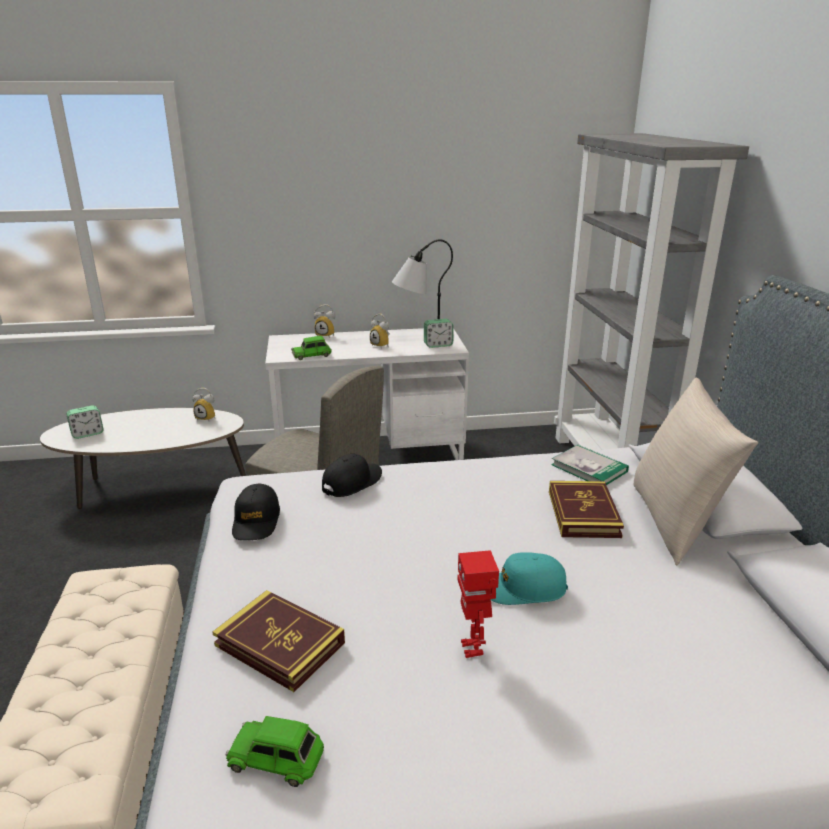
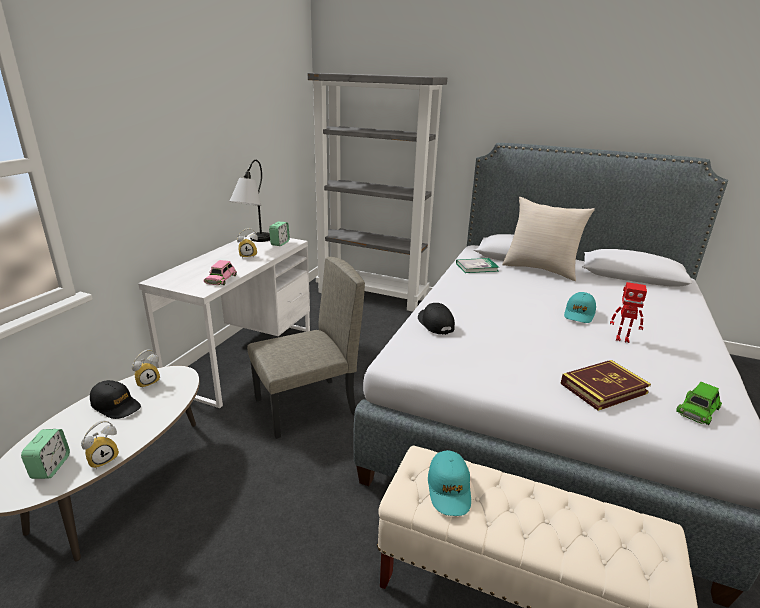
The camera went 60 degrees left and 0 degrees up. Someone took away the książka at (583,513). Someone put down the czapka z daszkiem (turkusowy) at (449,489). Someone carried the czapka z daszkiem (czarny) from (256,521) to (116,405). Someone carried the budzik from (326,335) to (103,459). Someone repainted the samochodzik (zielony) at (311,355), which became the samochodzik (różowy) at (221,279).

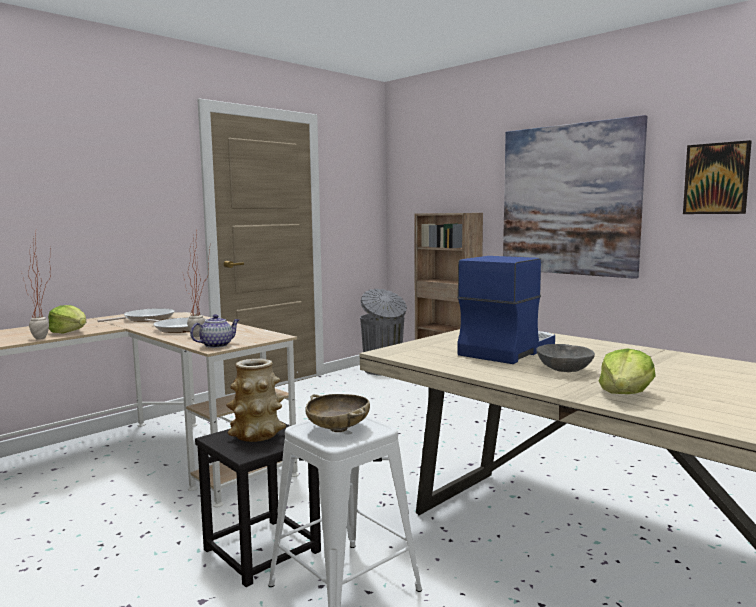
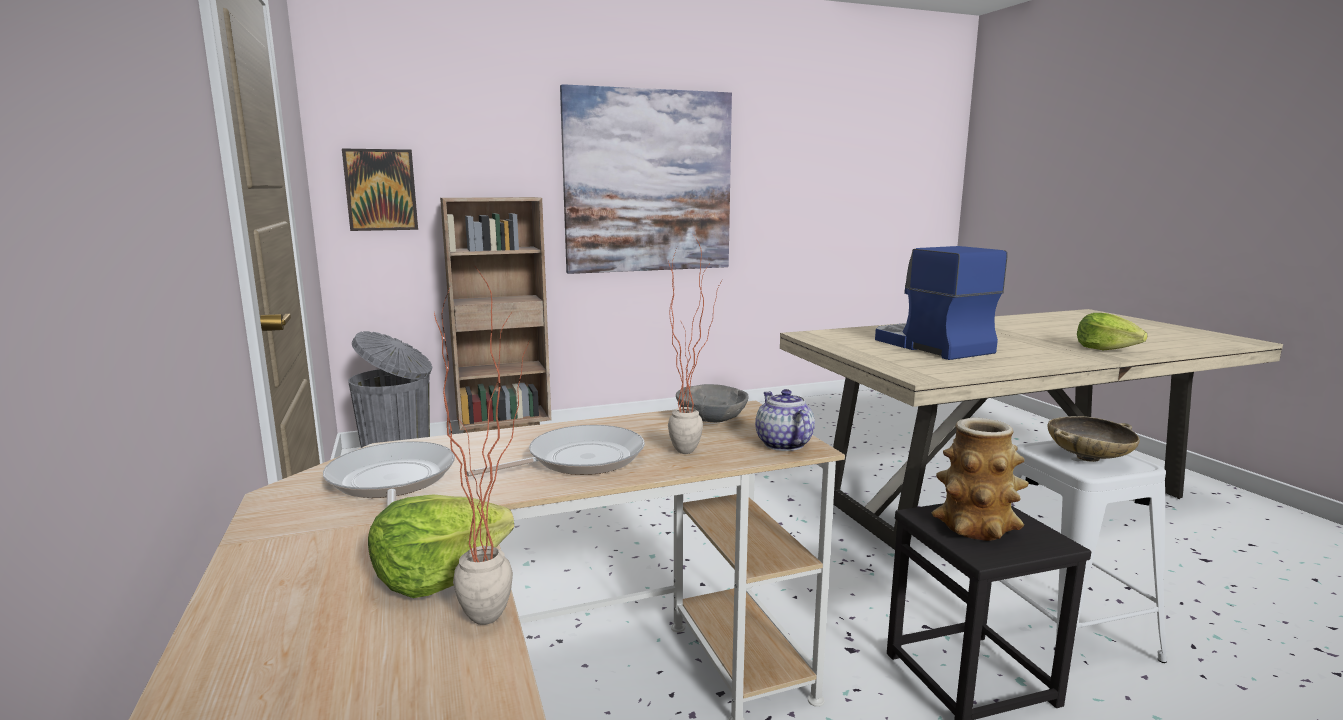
The camera went 65 degrees left and 5 degrees up. Someone carried the miska (szary) from (563,370) to (710,419). Someone carried the obraz from (716,178) to (381,190).

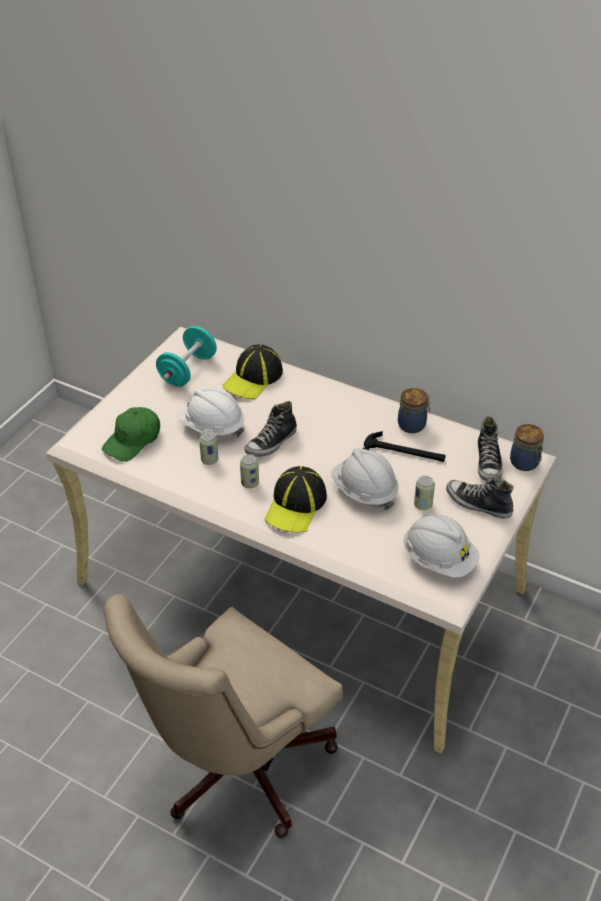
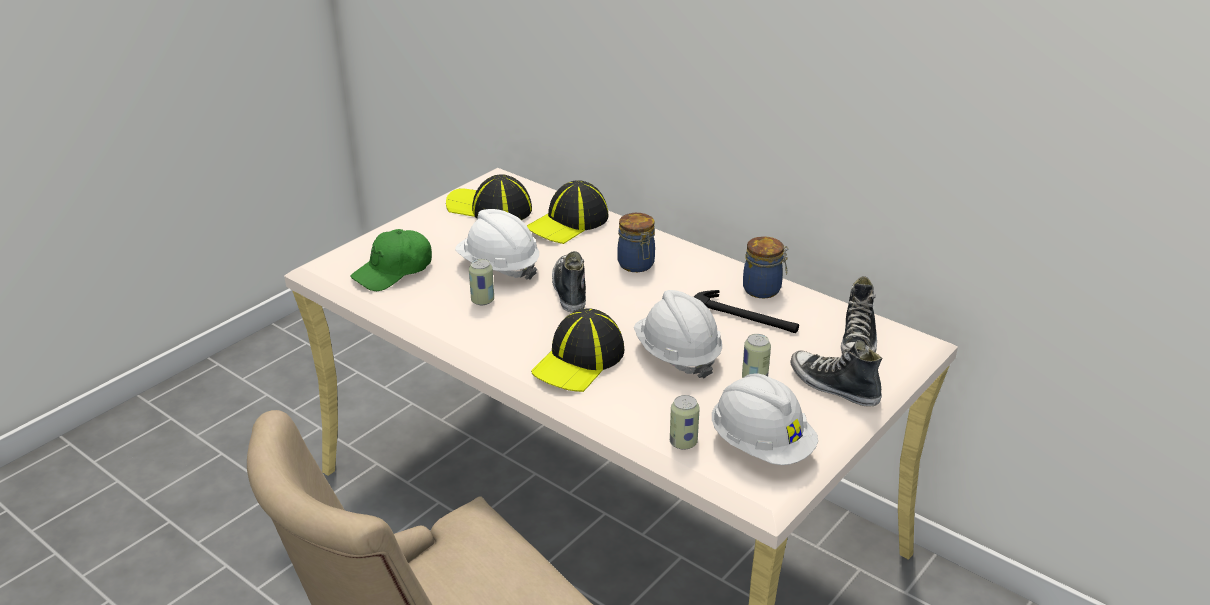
The camera went 10 degrees right and 10 degrees down. Someone carried the puszka from (250,483) to (683,443). Someone carried the słoik from (525,463) to (636,265). Someone swapped the hantel (turkusowy) at (188,370) for the czapka z daszkiem at (489,208). Someone rotated the but at (271,443) by 120 degrees clockwise.

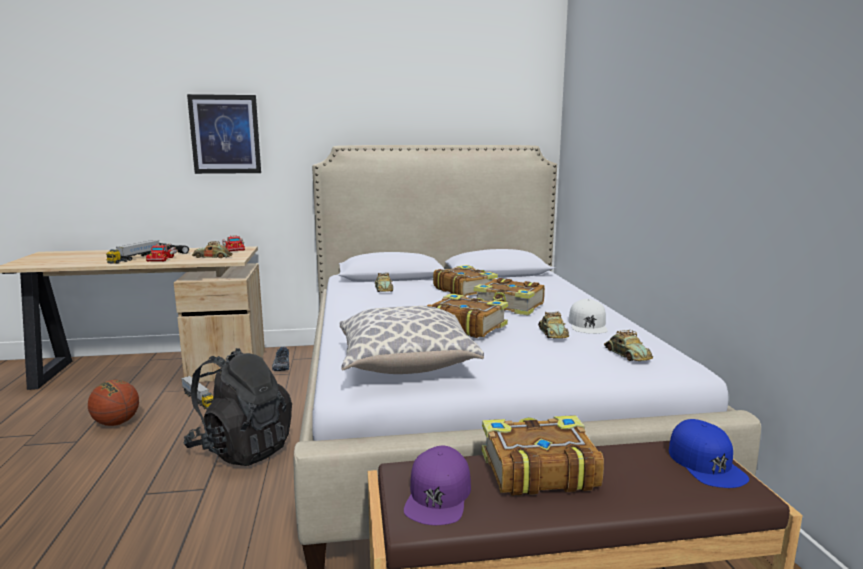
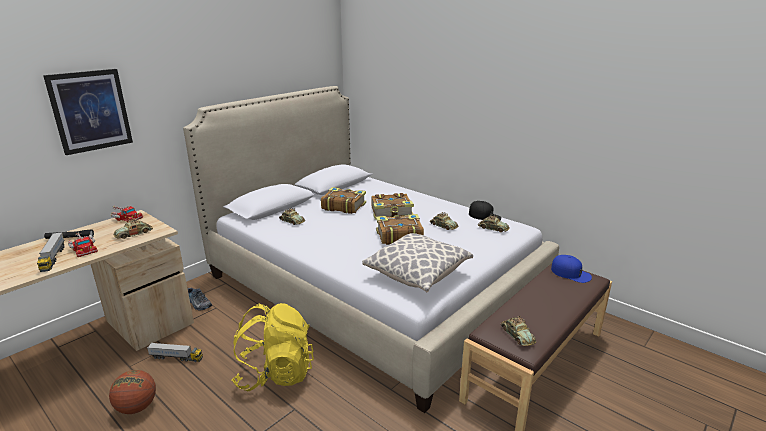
The camera went 40 degrees left and 10 degrees up. Someone took away the książka at (537,469). Someone took away the czapka z daszkiem (biały) at (588,324). Someone put down the czapka z daszkiem (czarny) at (484,216). Someone swapped the czapka z daszkiem (fioletowy) at (438,495) for the samochodzik at (517,335). Someone repainted the plecak (czarny) at (242,449), which became the plecak (żółty) at (275,374).

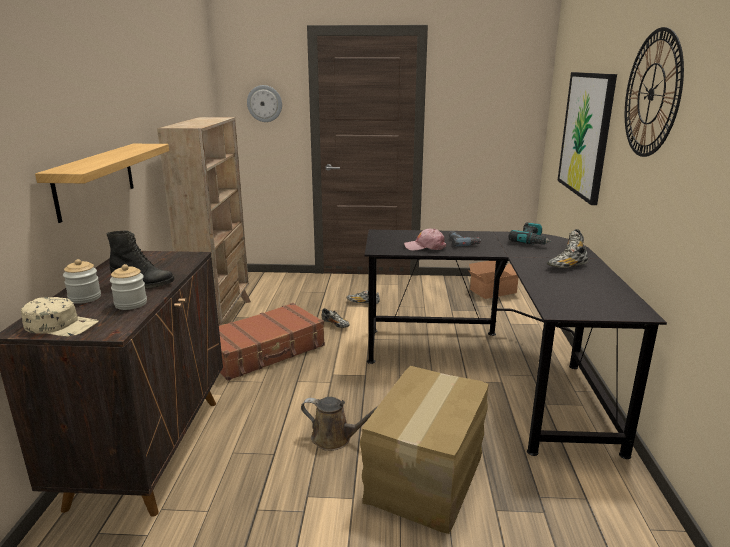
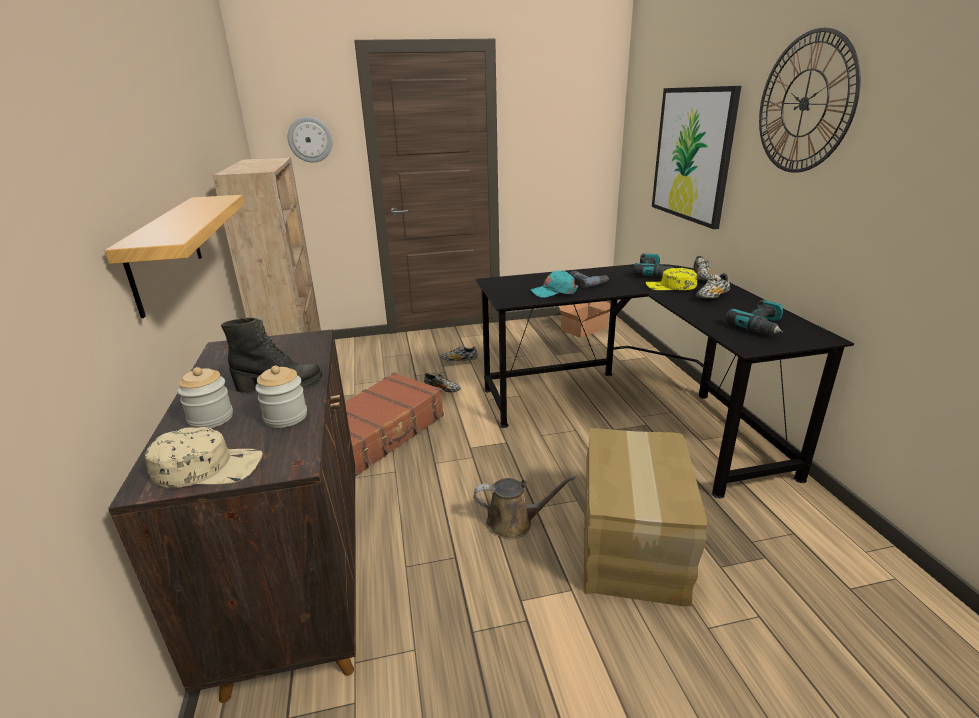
The camera went 15 degrees left and 5 degrees up. Someone put down the czapka z daszkiem (żółty) at (670,286). Someone put down the wiertarka at (760,326). Someone repainted the czapka z daszkiem (różowy) at (425,247), which became the czapka z daszkiem (turkusowy) at (554,291).

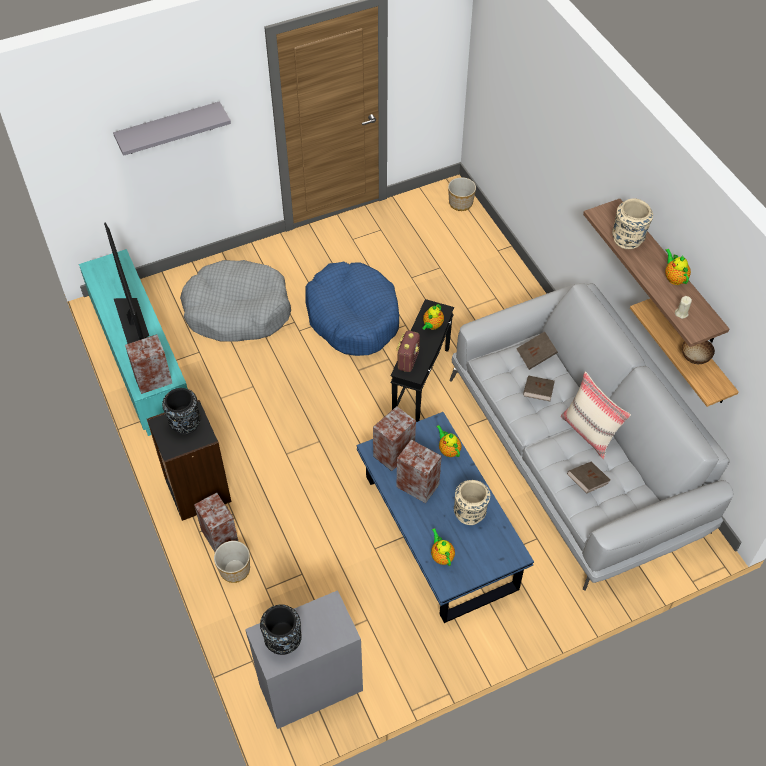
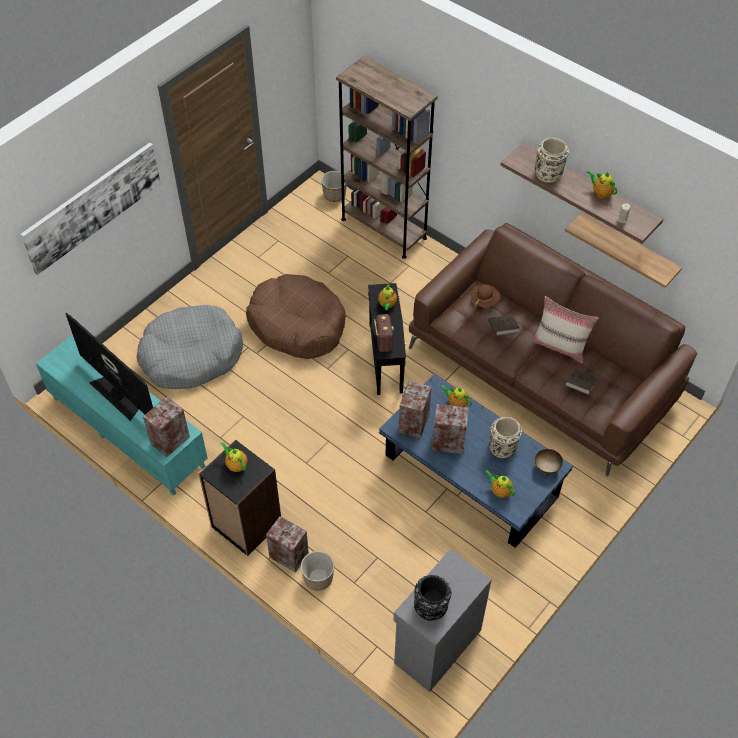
The camera went 25 degrees left and 0 degrees up. Someone put down the regał (brązowy) at (383,228). Someone carried the miska from (695,357) to (547,466). Someone swapped the półka (szary) at (169,128) for the obraz at (92,206). Someone swapped the wazon (czarny) at (185,424) for the imbryk at (236,465). Someone swapped the książka (brązowy) at (536,356) for the kapelusz (brązowy) at (484,300). Someone repainted the legowisko (niebieski) at (353,317), which became the legowisko (brązowy) at (297,325). Someone repainted the kanapa (szary) at (576,455), which became the kanapa (brązowy) at (543,371).

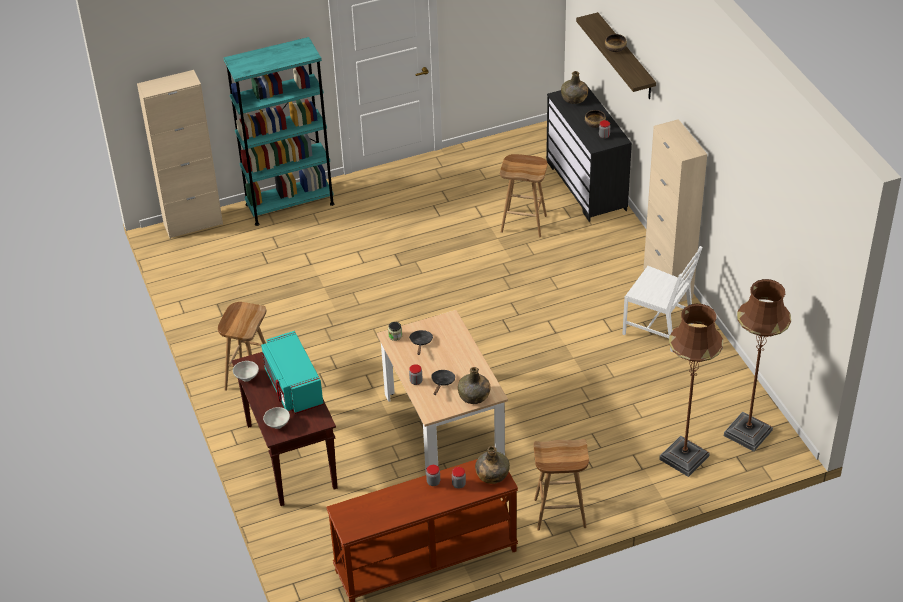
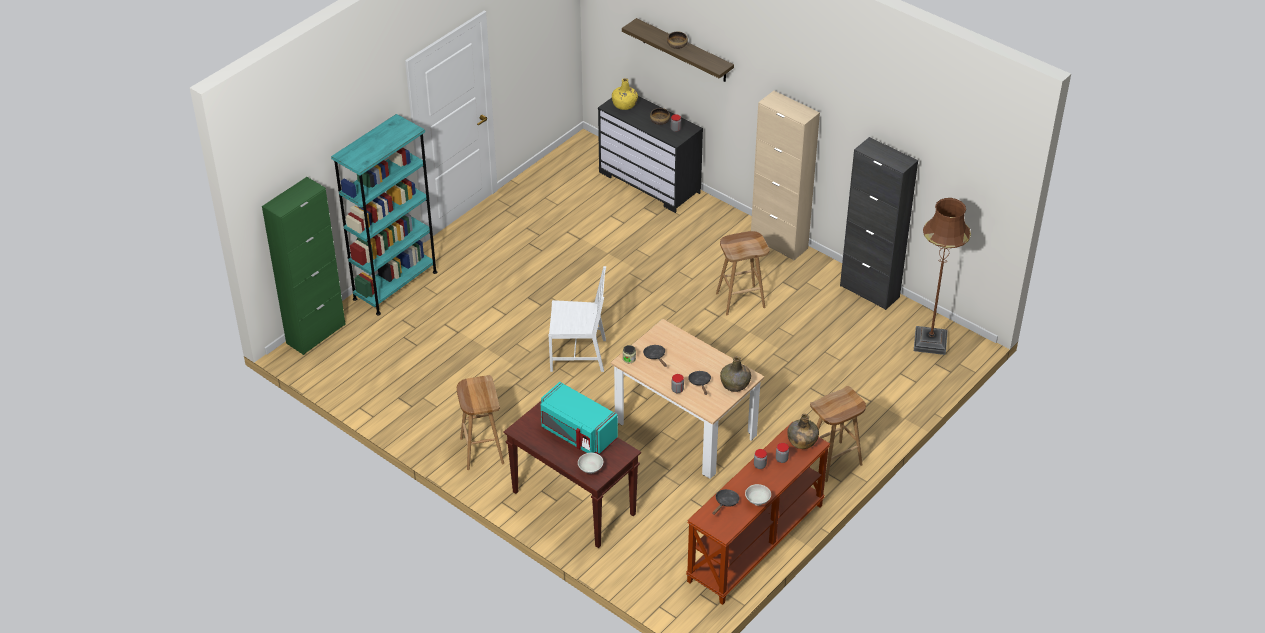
The camera went 30 degrees left and 0 degrees up. Someone took away the lampa stojąca (brązowy) at (684,458). Someone put down the patelnia (czarny) at (725,502). Someone put down the szafka (czarny) at (869,291). Someone carried the miska (biały) from (246,377) to (757,501). Someone carried the stołek (brązowy) from (524,223) to (741,300). Someone carried the krzesło (biały) from (659,328) to (579,354). Someone repainted the szafka (beżowy) at (193,224), which became the szafka (zielony) at (316,334). Someone repainted the butelka (zielony) at (574,98), which became the butelka (żółty) at (624,104).

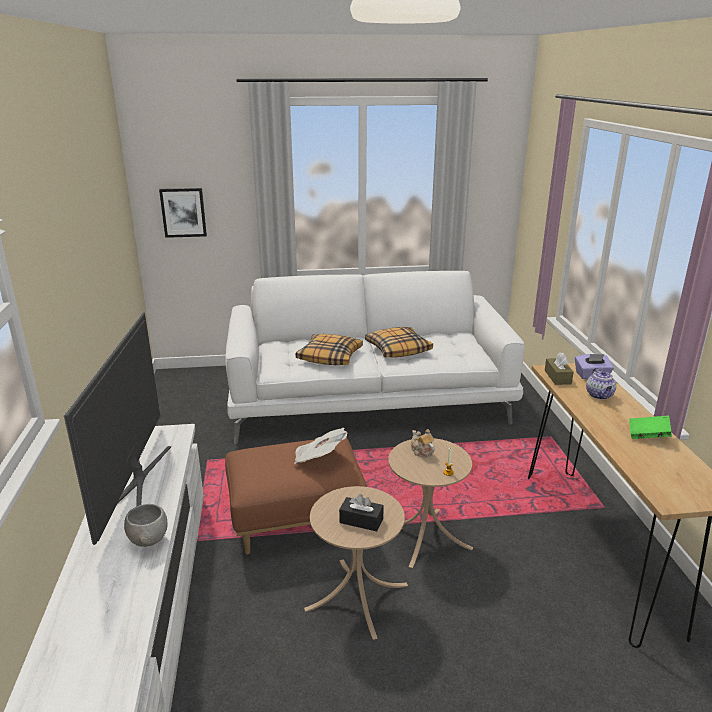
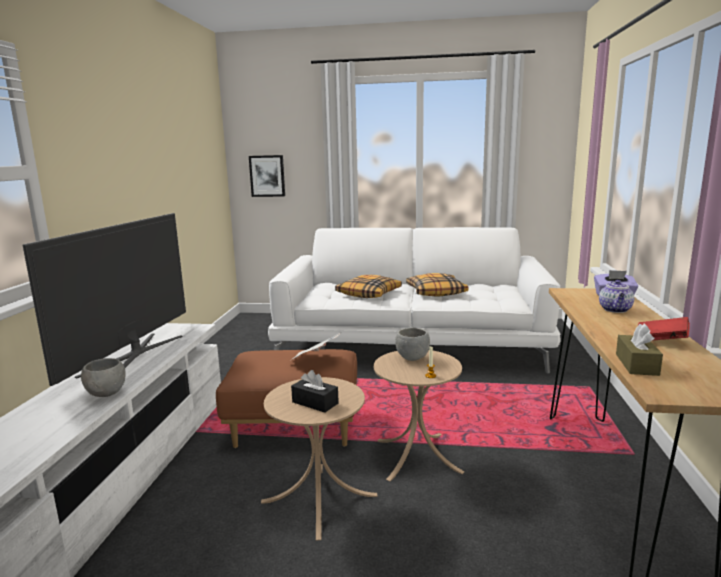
The camera went 15 degrees right and 10 degrees down. Someone carried the pudełko chusteczek (brązowy) from (557,377) to (636,364). Someone swapped the imbryk at (421,451) for the miska (szary) at (412,358). Someone repainted the książka (zielony) at (648,436), which became the książka (czerwony) at (661,341).

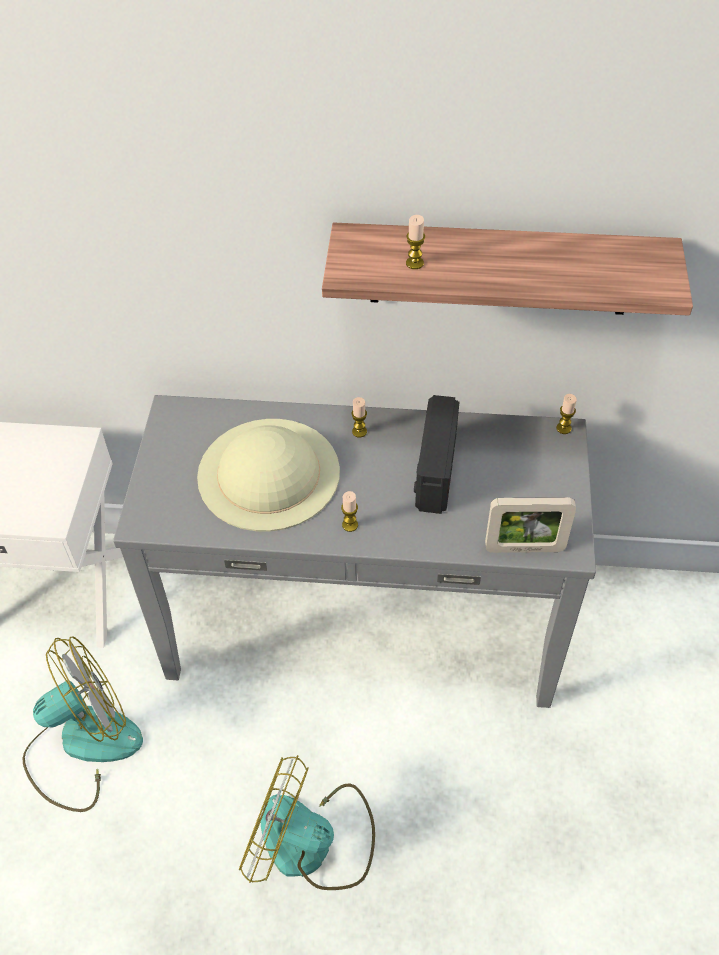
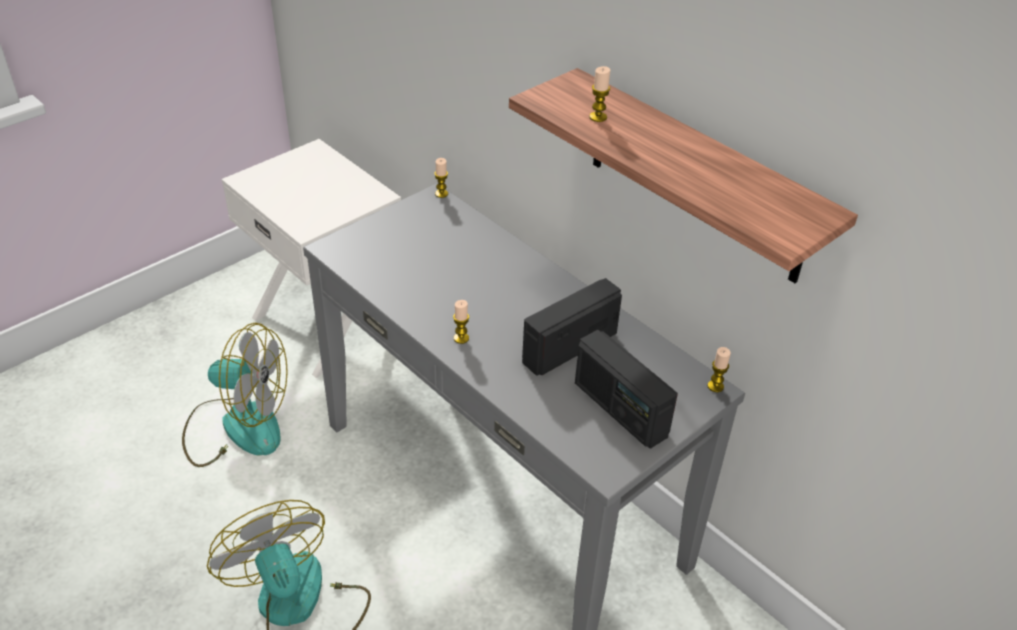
The camera went 40 degrees right and 10 degrees down. Someone took away the kapelusz (beżowy) at (268,473). Someone took away the ramka na zdjęcie at (524,548). Someone put down the radio at (619,409). Someone carried the świeca from (359,431) to (441,194).

